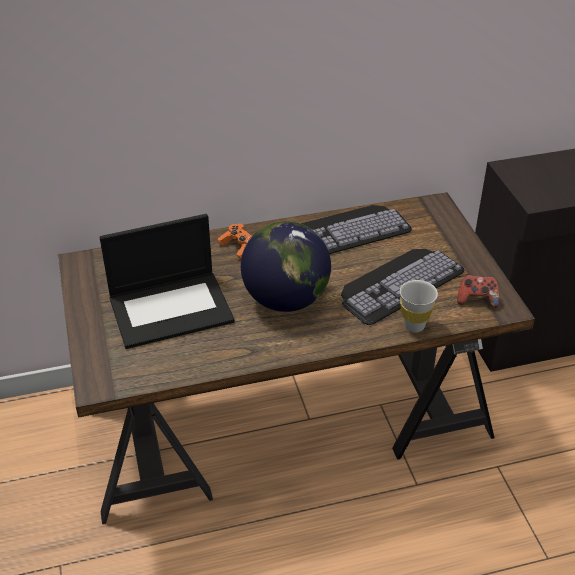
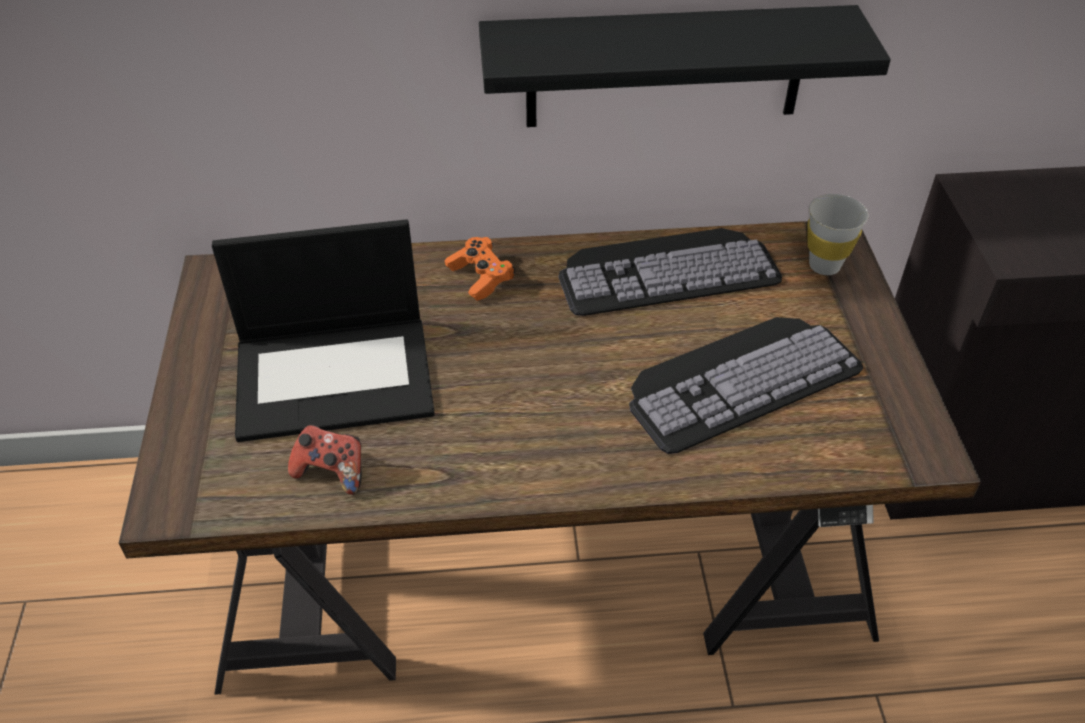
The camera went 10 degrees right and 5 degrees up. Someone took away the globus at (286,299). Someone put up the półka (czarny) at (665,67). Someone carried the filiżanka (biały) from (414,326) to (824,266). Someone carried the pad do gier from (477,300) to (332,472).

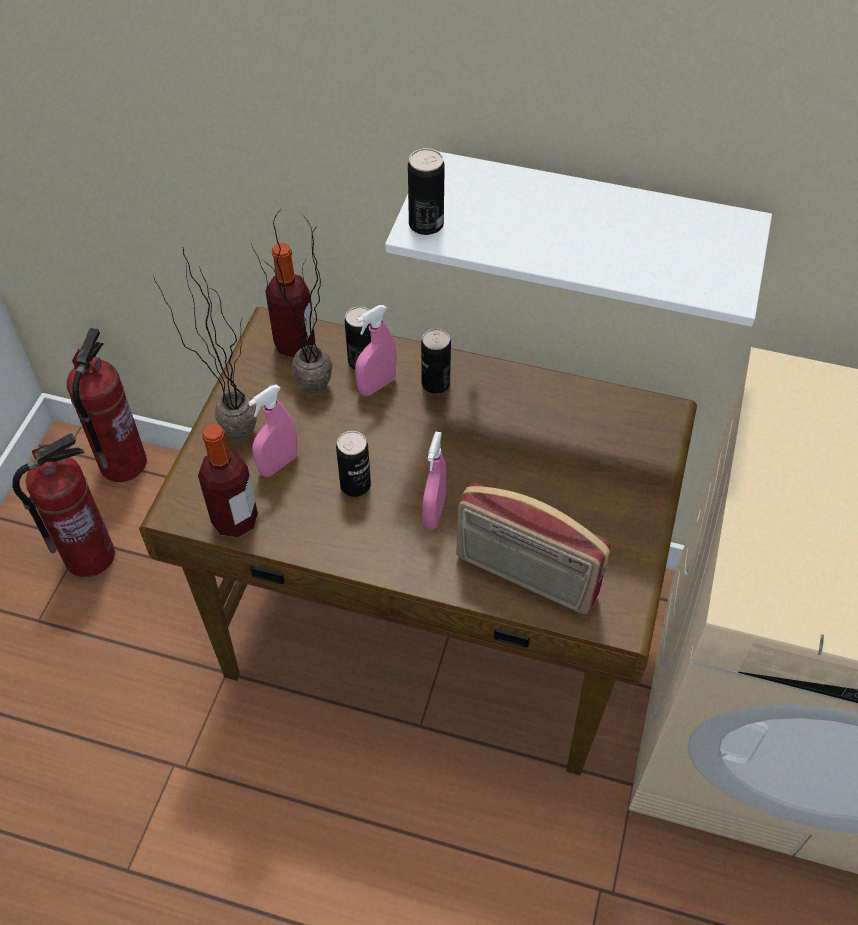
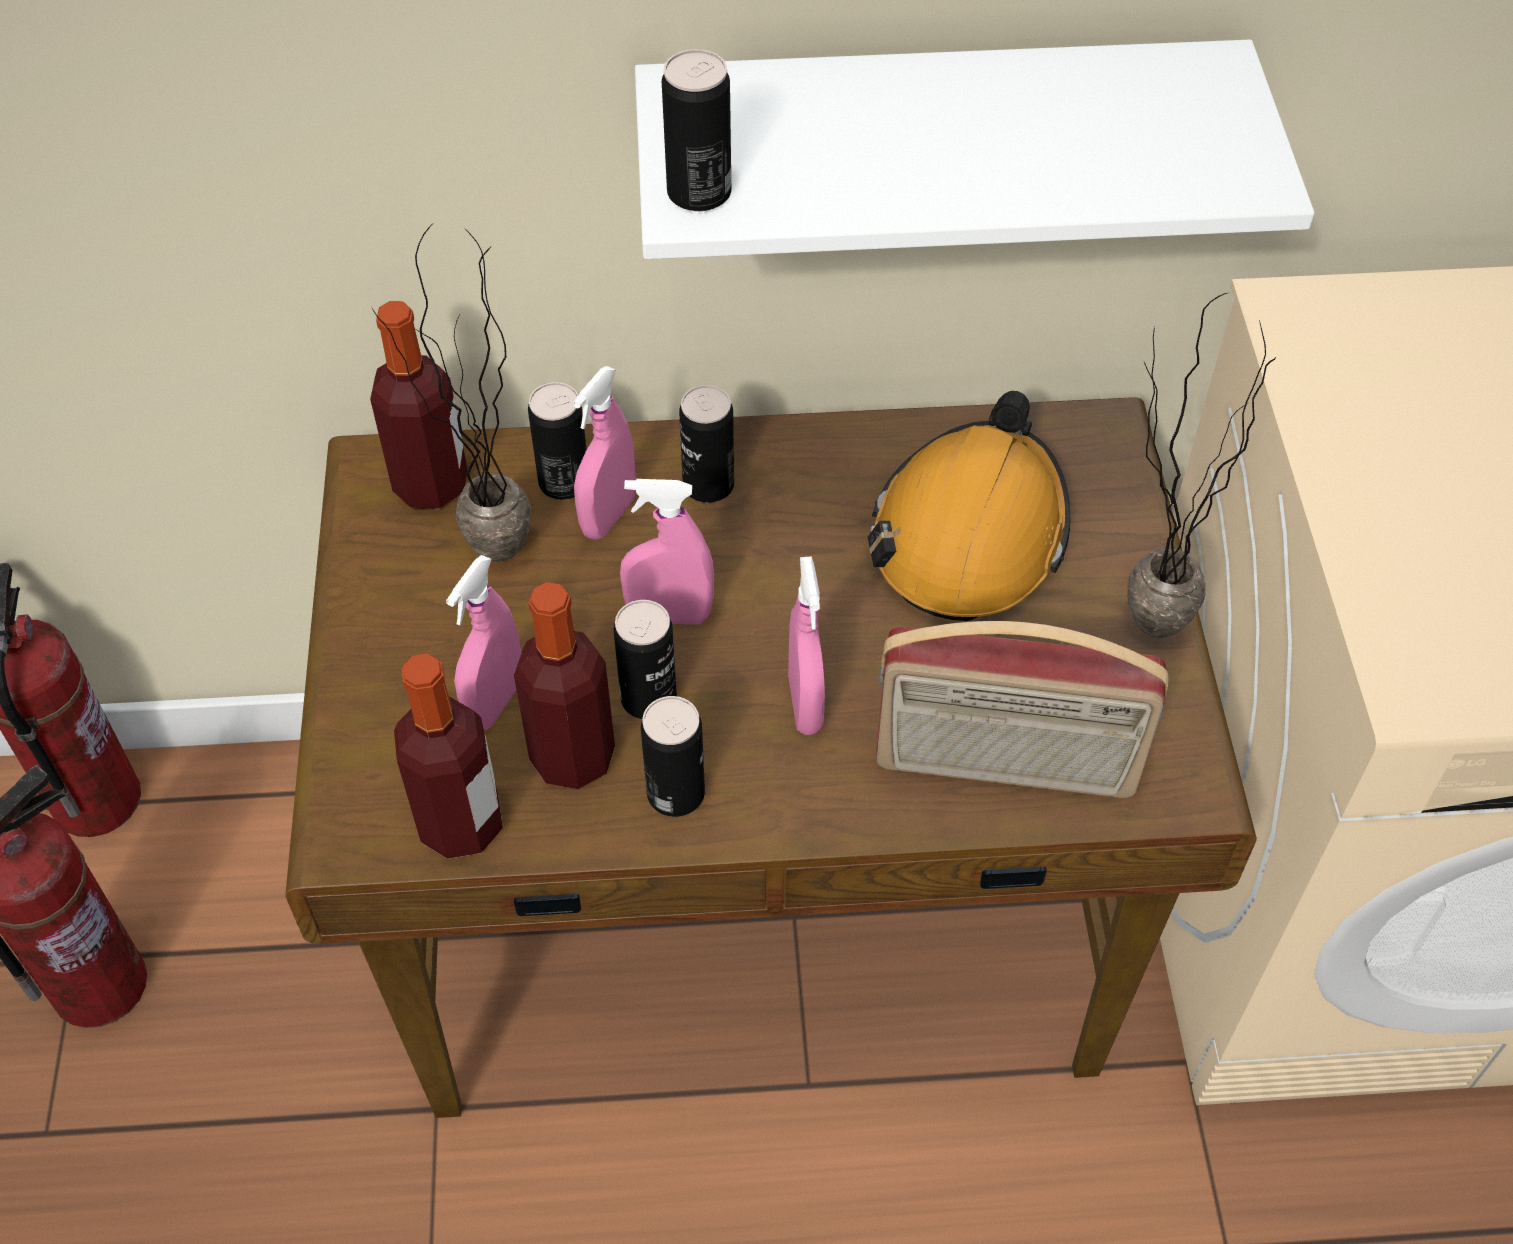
The camera went 20 degrees left and 0 degrees up. Someone put down the butelka at (572,756). Someone put down the spryskiwacz (różowy) at (669,616). Someone put down the puszka at (675,793). Someone put down the kask (pomarańczowy) at (970,533). Someone carried the roślina doniczkowa from (229,428) to (1131,622).

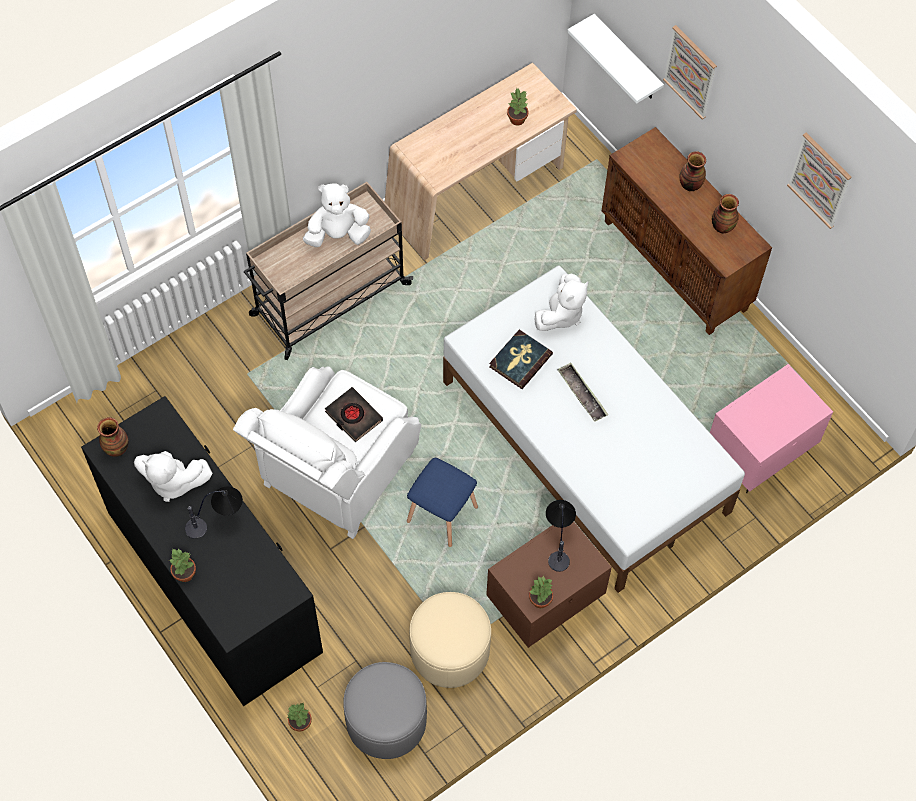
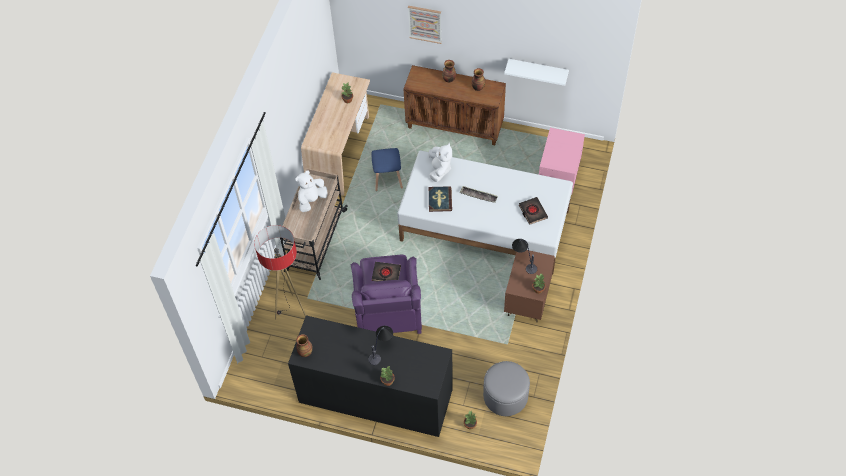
The camera went 35 degrees left and 5 degrees down. Someone took away the pluszak (biały) at (173,482). Someone took away the pufa (beżowy) at (449,650). Someone took away the obraz at (820,180). Someone put down the lampa stojąca at (291,310). Someone put down the książka (czarny) at (532,212). Someone carried the stołek (niebieski) from (442,515) to (388,179). Someone carried the półka (biały) from (627,59) to (538,70). Someone repainted the fotel (biały) at (336,473), which became the fotel (fioletowy) at (388,311).

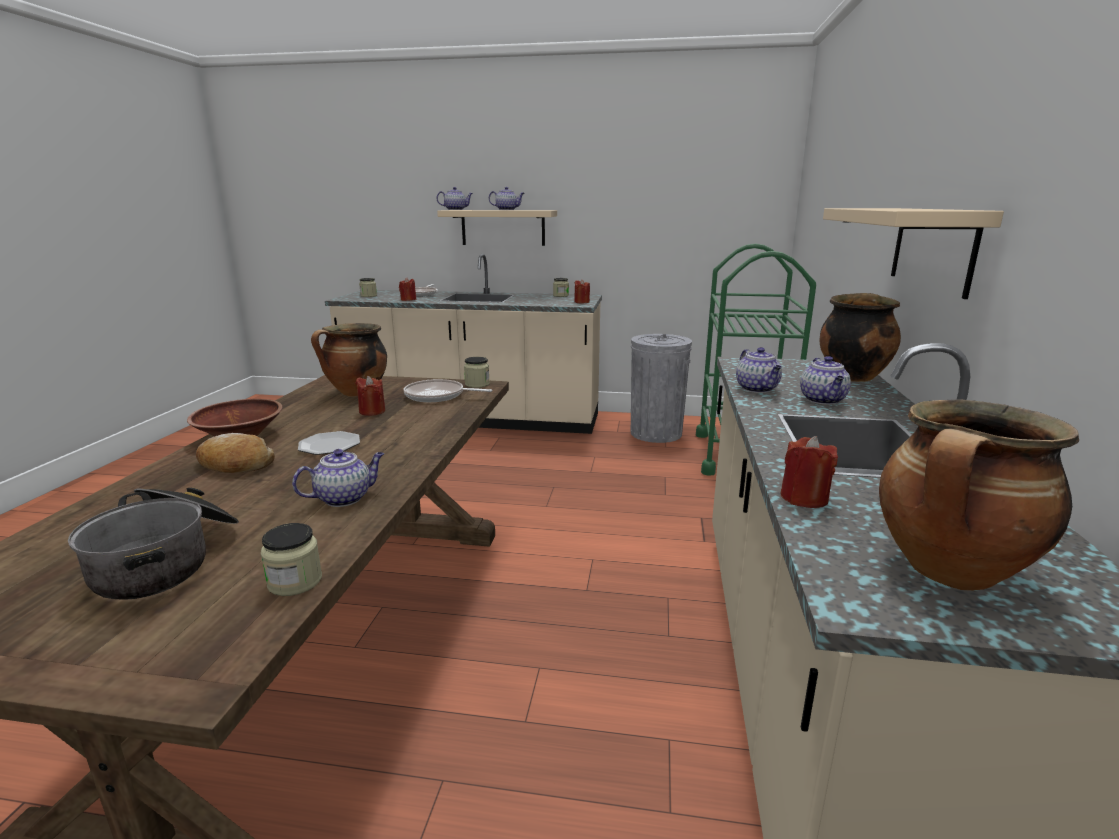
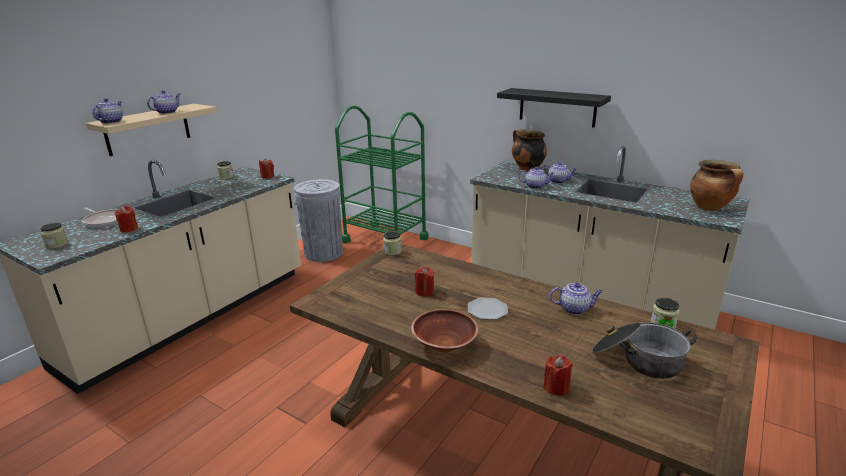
The camera went 65 degrees left and 5 degrees up. Someone took away the chleb at (235,465). Someone took away the garnek at (356,393). Someone took away the patelnia at (438,396). Someone carried the świeca (czerwony) from (804,498) to (556,387). Someone repainted the półka (beżowy) at (932,248), which became the półka (czarny) at (557,107). Someone rotated the imbryk at (344,498) by 105 degrees clockwise.

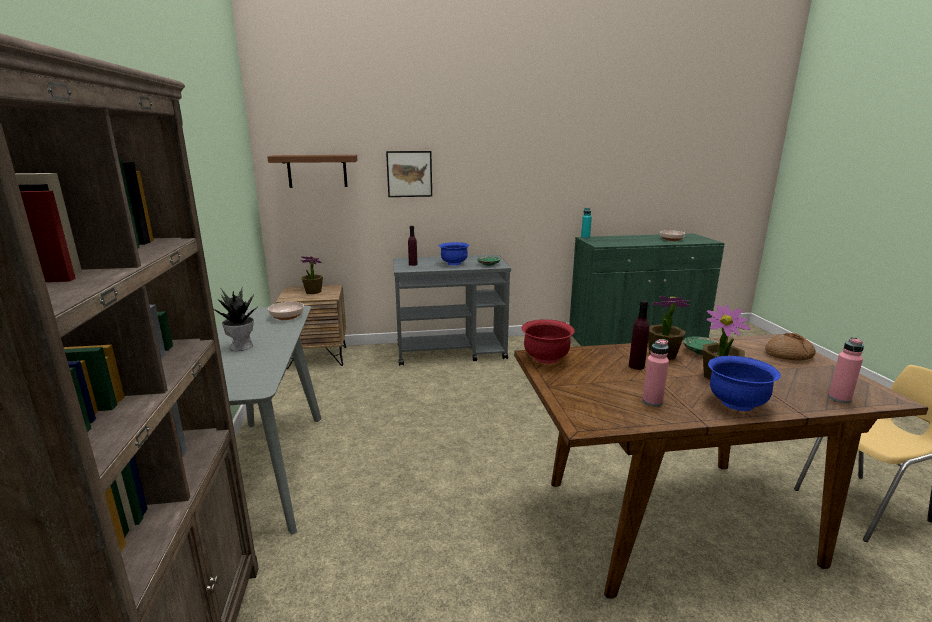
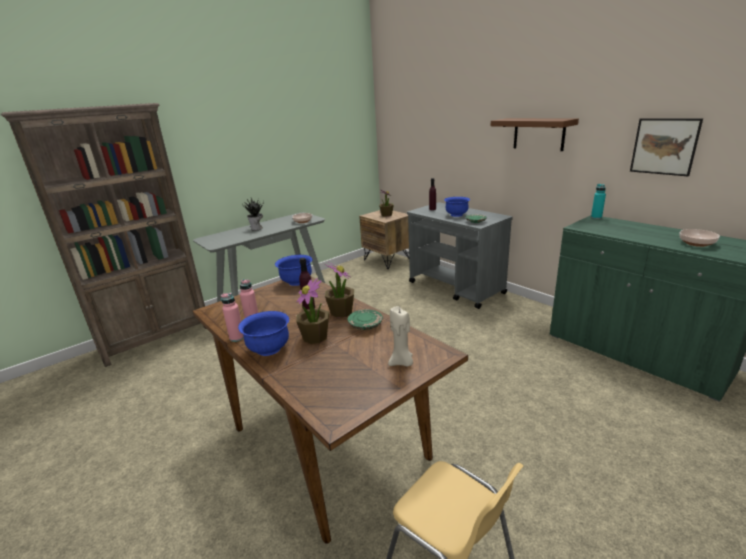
The camera went 60 degrees right and 5 degrees up. Someone carried the półka (brązowy) from (317,171) to (539,134). Someone carried the obraz from (409,174) to (664,146). Someone carried the butelka (różowy) from (839,398) to (237,338). Someone swapped the chleb at (788,355) for the świeca (beżowy) at (402,362). Someone repainted the miska (czerwony) at (546,358), which became the miska (niebieski) at (296,282).

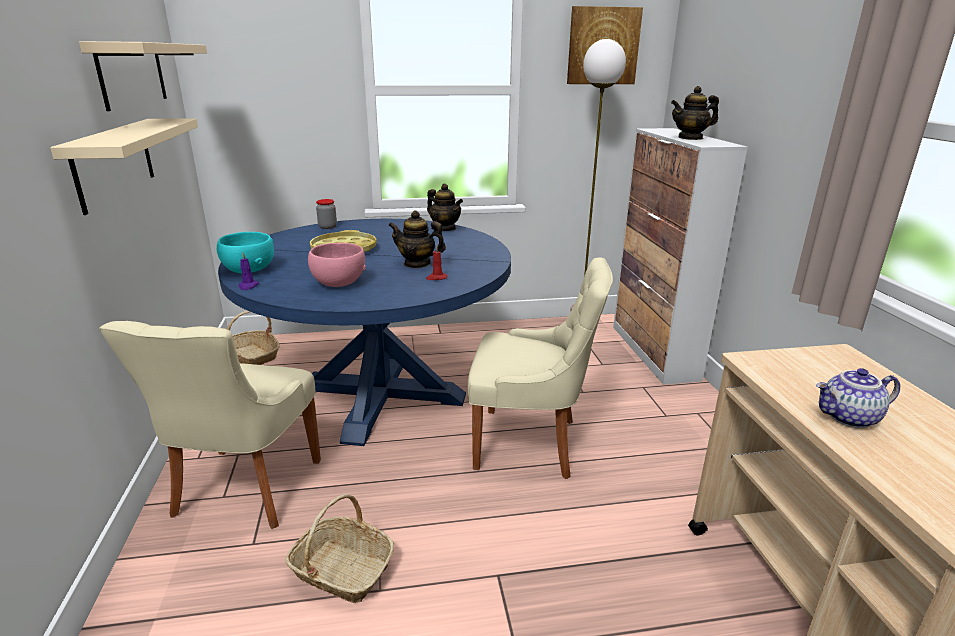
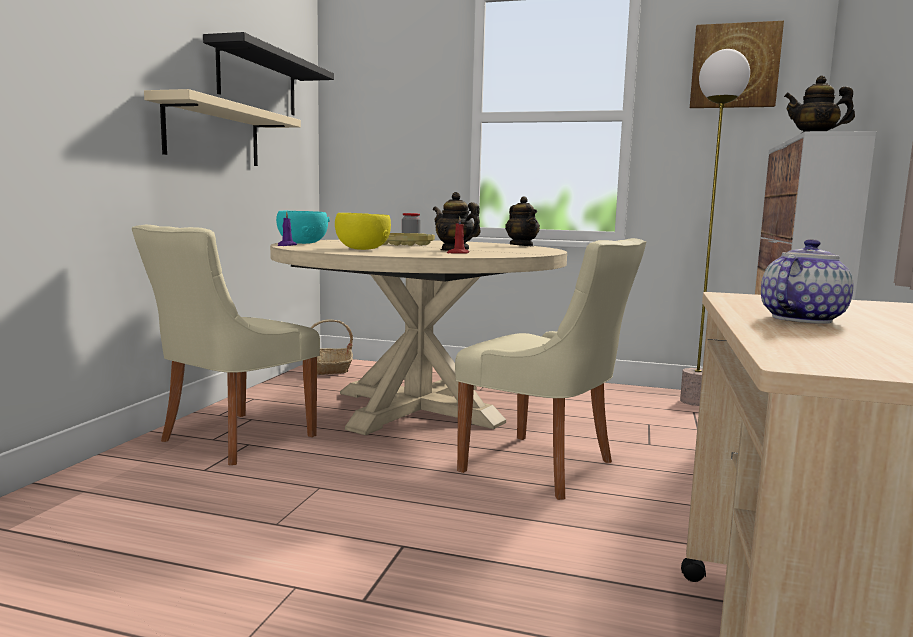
The camera went 25 degrees right and 15 degrees down. Someone took away the koszyk at (341,570). Someone repainted the półka (beżowy) at (132,74), which became the półka (czarny) at (258,81). Someone repainted the stół jadalny (niebieski) at (380,393), which became the stół jadalny (beżowy) at (417,407). Someone repainted the miska (różowy) at (338,283), which became the miska (żółty) at (362,249). Someone rotated the imbryk at (849,418) by 120 degrees clockwise.

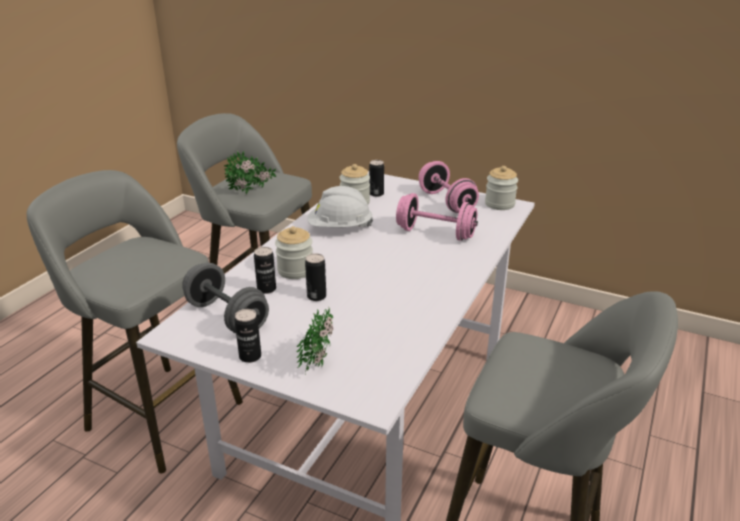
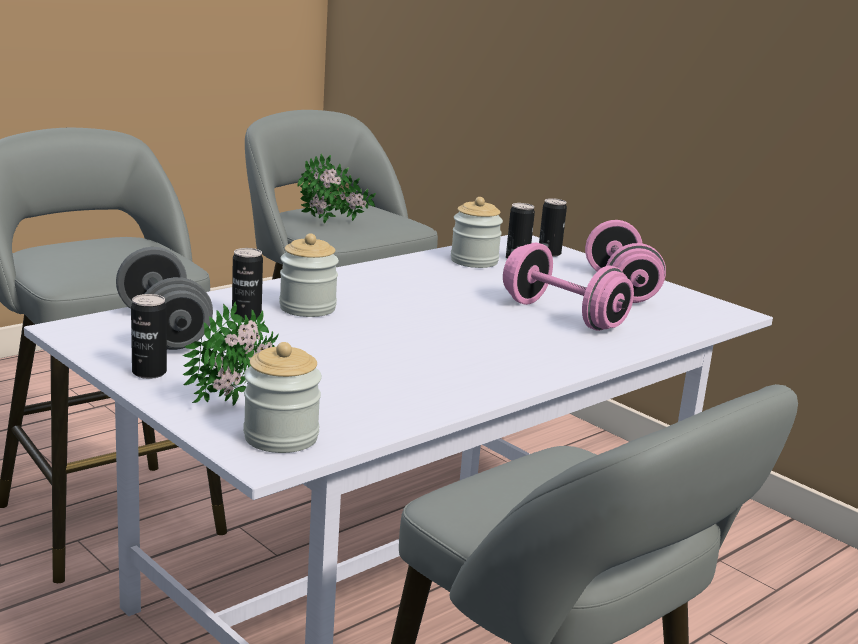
The camera went 20 degrees right and 10 degrees down. Someone took away the kask (biały) at (340,228). Someone carried the puszka from (316,296) to (549,253). Someone carried the słoik from (499,204) to (281,437).

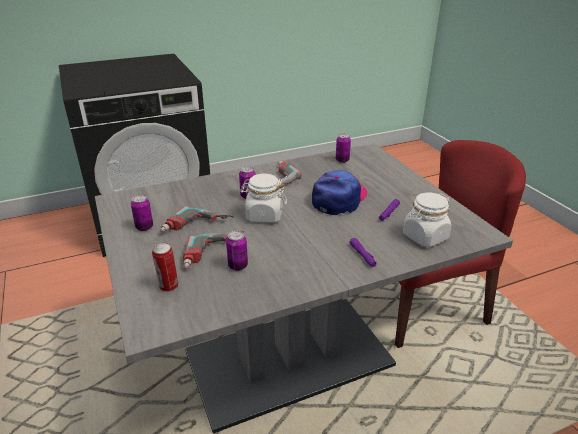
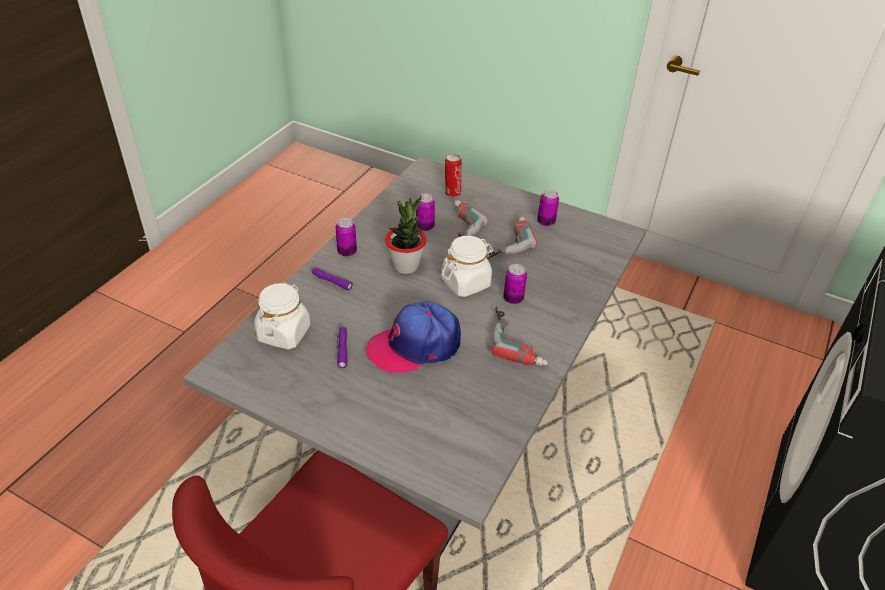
The camera went 140 degrees right and 10 degrees up. Someone put down the roślina doniczkowa at (405,266). Someone carried the puszka from (342,160) to (347,252). Someone rotated the czapka z daszkiem at (339,199) by 75 degrees clockwise.

